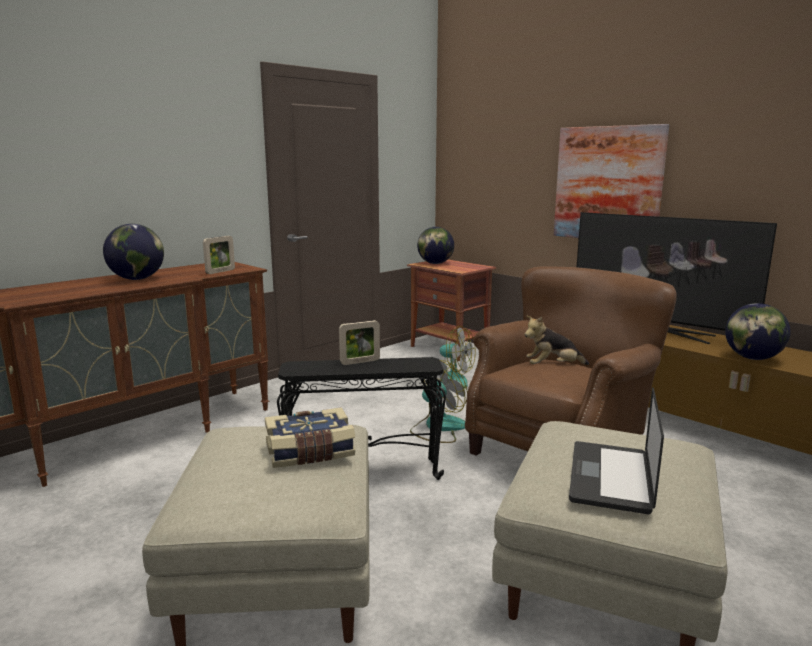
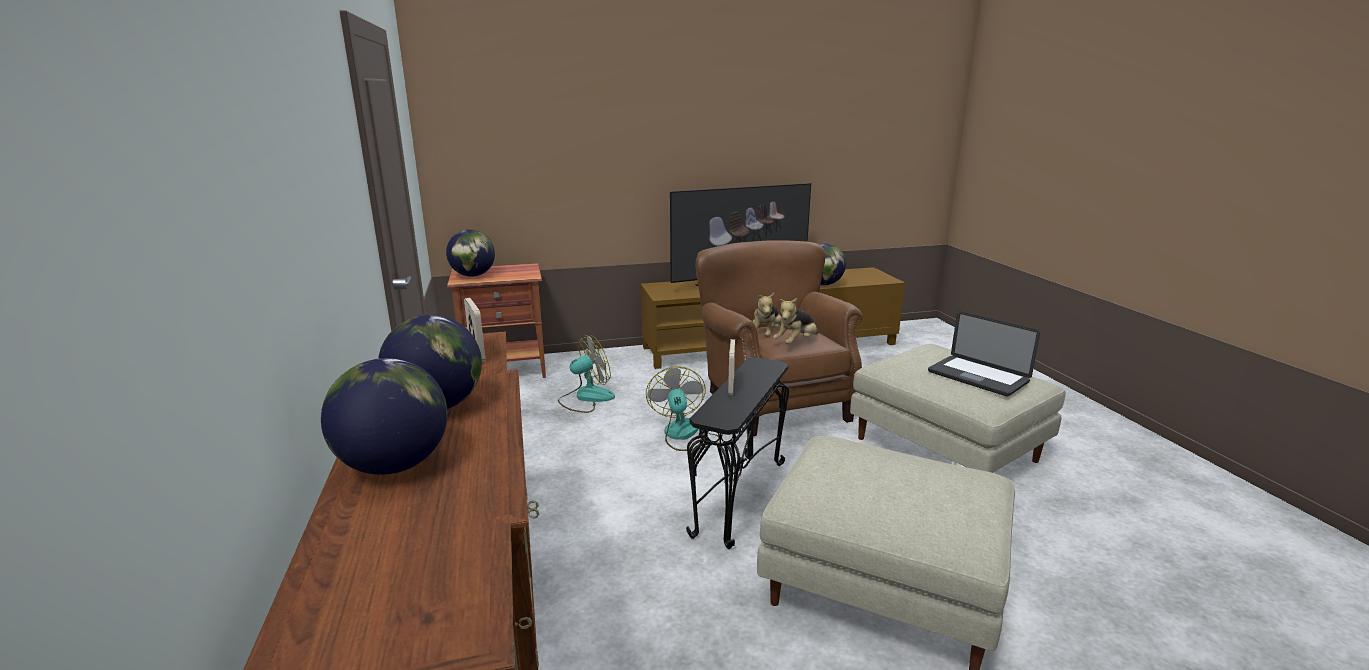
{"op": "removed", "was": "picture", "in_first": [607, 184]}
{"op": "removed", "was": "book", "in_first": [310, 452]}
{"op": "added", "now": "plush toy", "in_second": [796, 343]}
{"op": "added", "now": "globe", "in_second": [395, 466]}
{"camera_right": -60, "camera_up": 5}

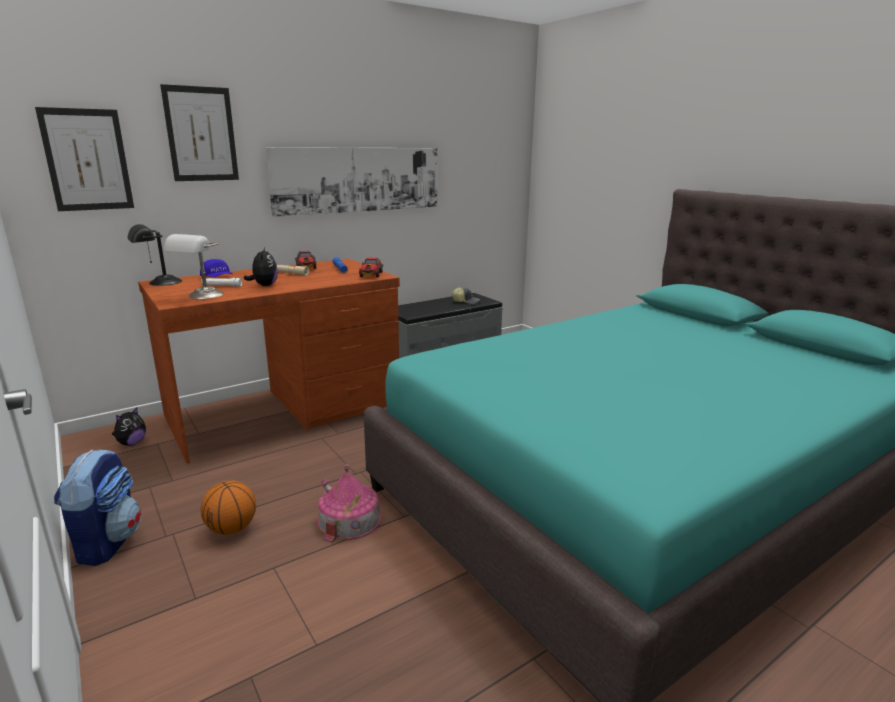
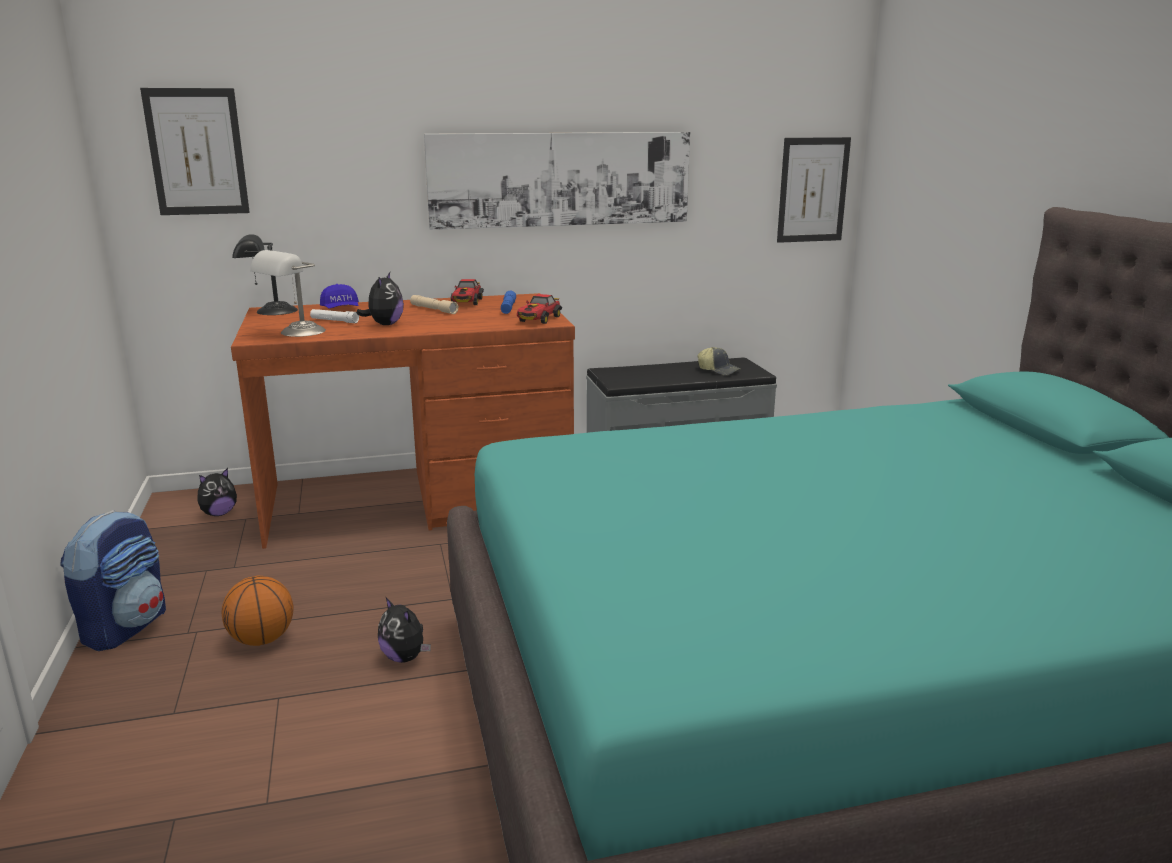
{"op": "moved", "was": "picture", "in_first": [201, 134], "in_second": [813, 190]}
{"op": "replaced", "was": "miniature house", "now": "plush toy", "in_first": [349, 519], "in_second": [405, 657]}
{"camera_right": 20, "camera_up": 0}

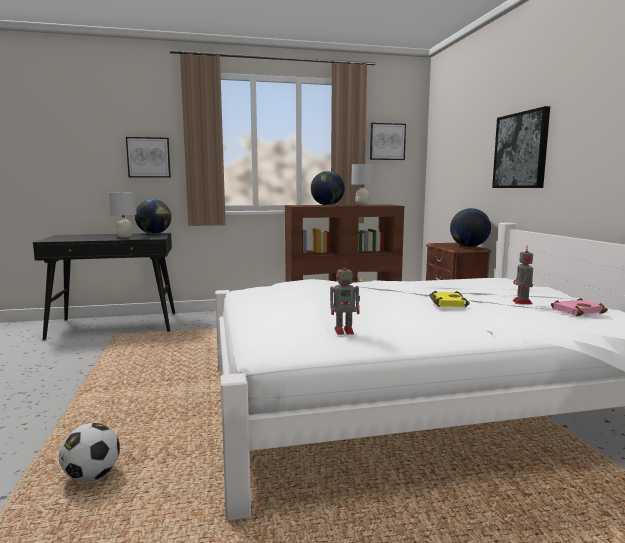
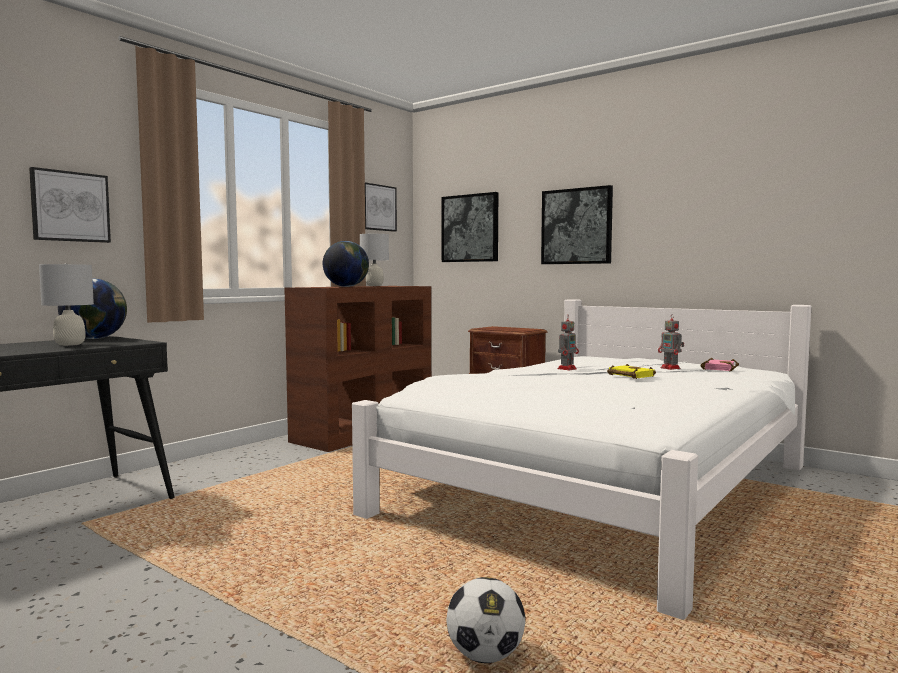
{"op": "removed", "was": "globe", "in_first": [468, 246]}
{"op": "moved", "was": "model robot", "in_first": [345, 331], "in_second": [567, 369]}
{"op": "added", "now": "picture", "in_second": [470, 228]}
{"camera_right": -40, "camera_up": -5}

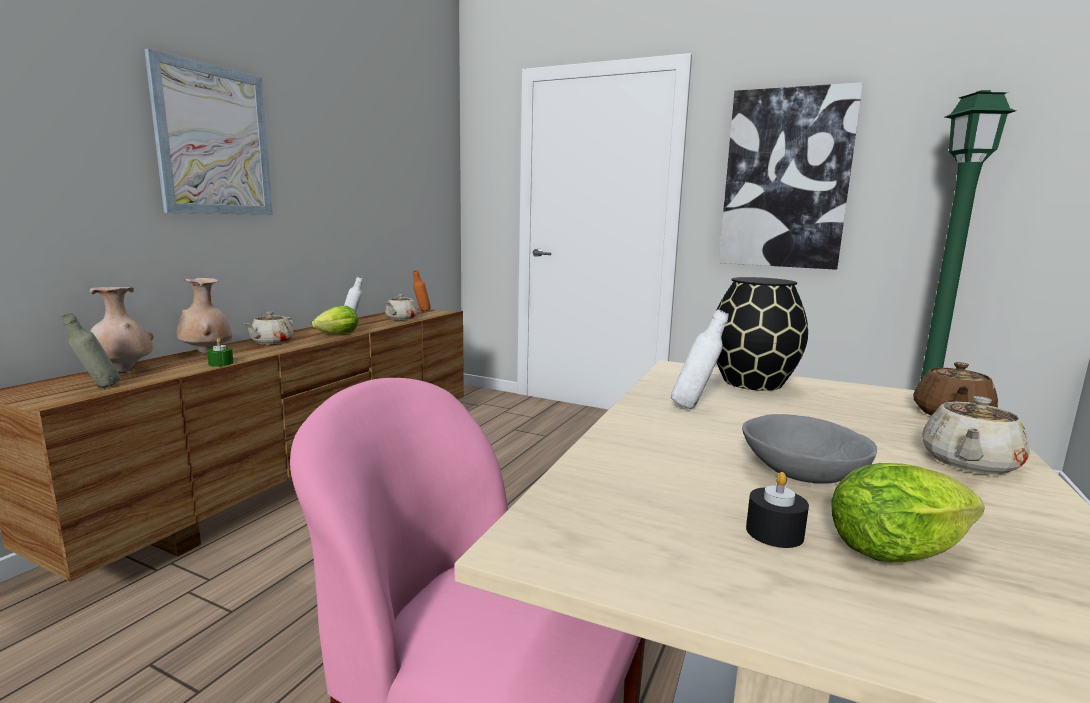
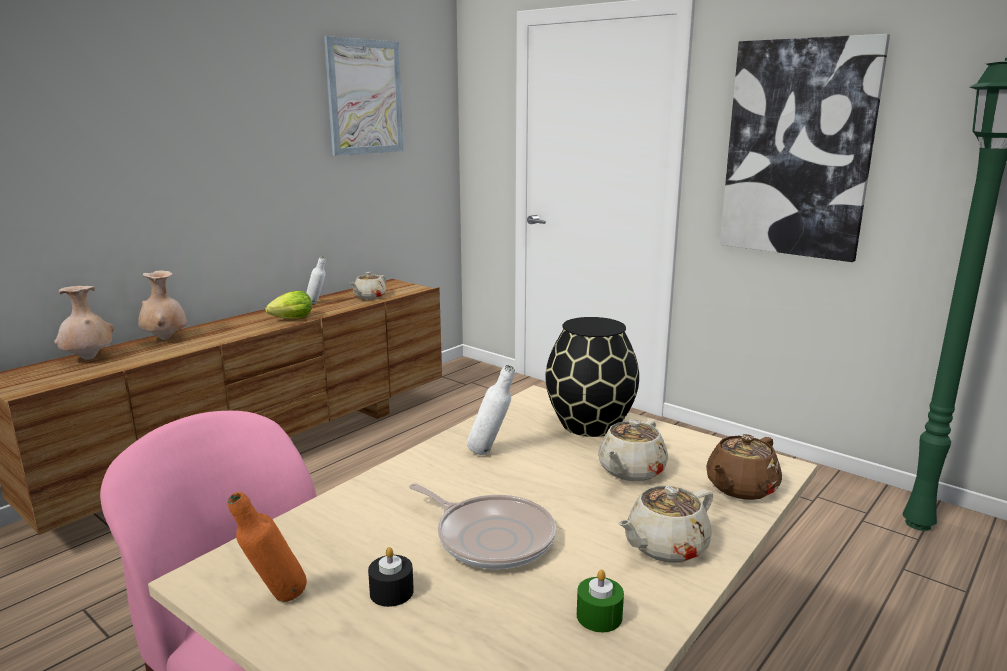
{"op": "moved", "was": "picture", "in_first": [214, 141], "in_second": [365, 97]}
{"op": "moved", "was": "bottle (orange-coloured)", "in_first": [421, 311], "in_second": [275, 602]}
{"op": "moved", "was": "pot for tea (beige)", "in_first": [271, 342], "in_second": [630, 471]}
{"op": "removed", "was": "bottle (grey)", "in_first": [97, 388]}
{"op": "moved", "was": "wax candle (greenish)", "in_first": [221, 363], "in_second": [599, 616]}
{"op": "replaced", "was": "bowl (grey)", "now": "pan", "in_first": [800, 472], "in_second": [491, 537]}
{"op": "removed", "was": "lettuce", "in_first": [903, 551]}
{"camera_right": 15, "camera_up": 5}

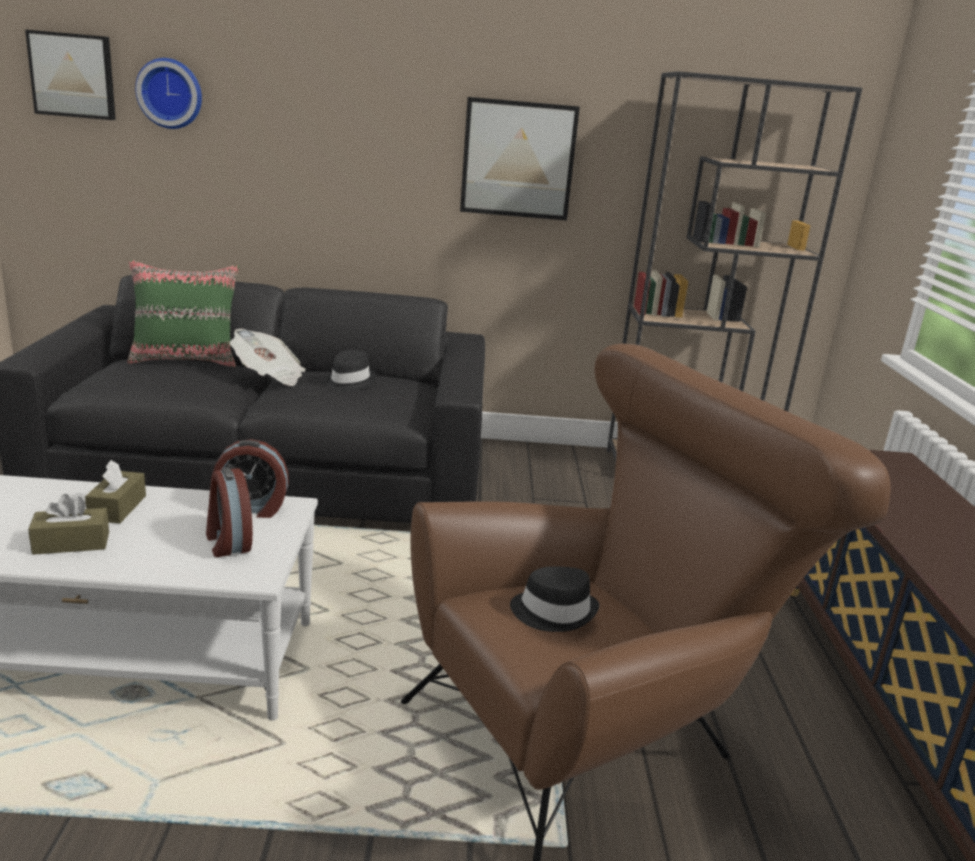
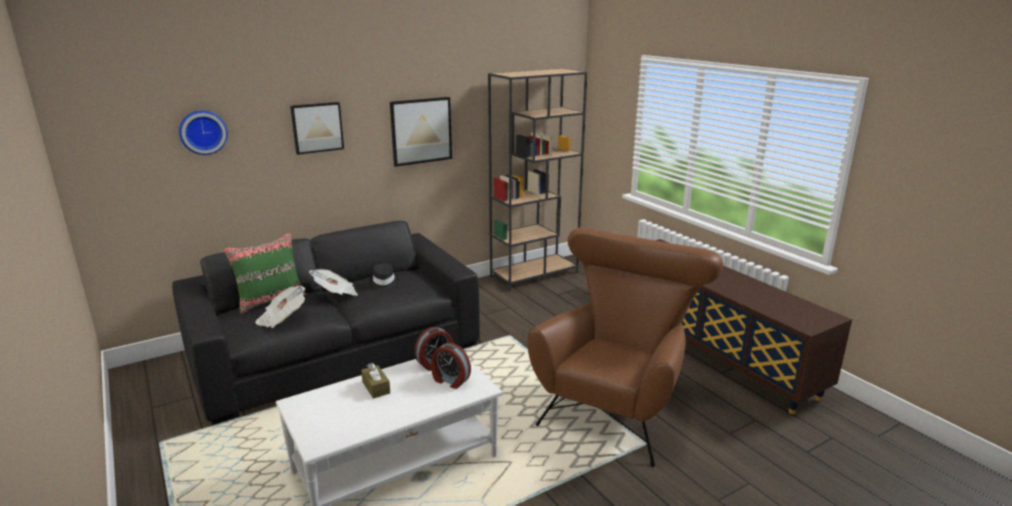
{"op": "moved", "was": "picture", "in_first": [73, 75], "in_second": [317, 127]}
{"op": "removed", "was": "tissue holder (brown-coloured)", "in_first": [71, 543]}
{"op": "removed", "was": "wearable hat (blackish)", "in_first": [554, 612]}
{"op": "added", "now": "printed paper", "in_second": [282, 319]}
{"camera_right": -30, "camera_up": 0}

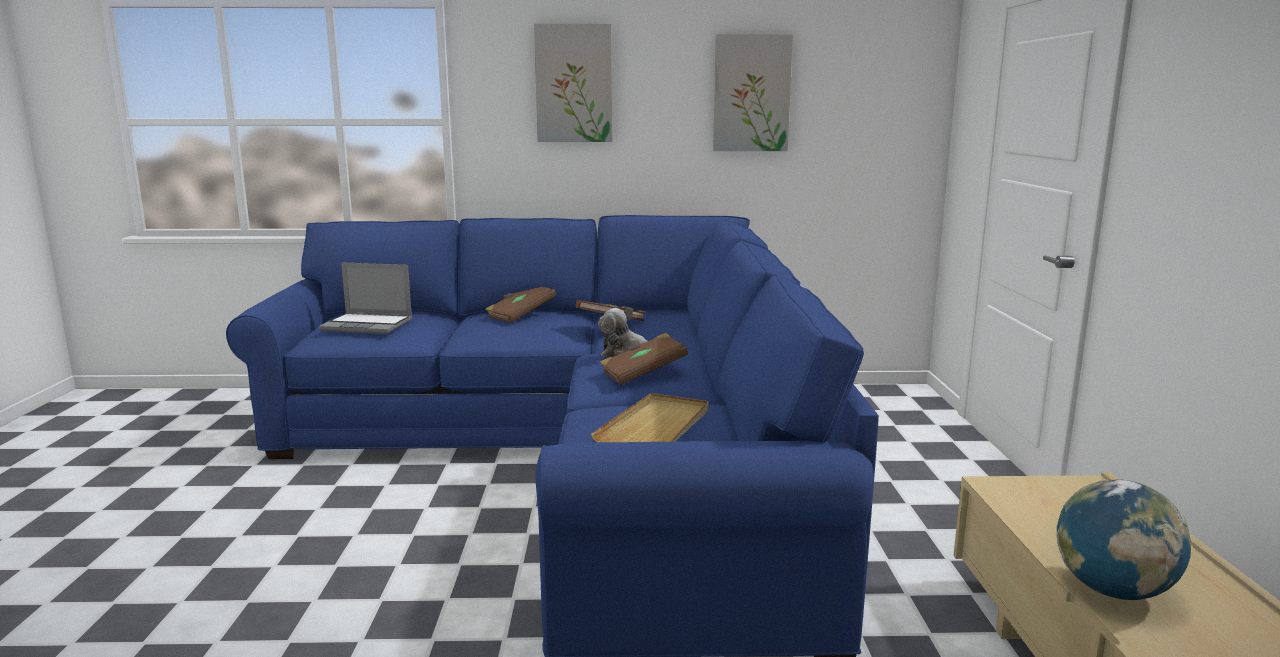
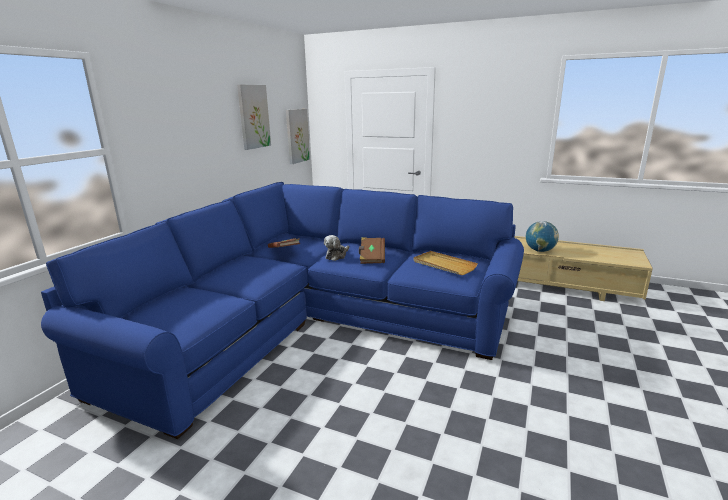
{"op": "moved", "was": "picture", "in_first": [574, 84], "in_second": [297, 136]}
{"op": "removed", "was": "laptop", "in_first": [368, 325]}
{"op": "removed", "was": "book (brown-coloured)", "in_first": [520, 315]}
{"camera_right": -65, "camera_up": 5}

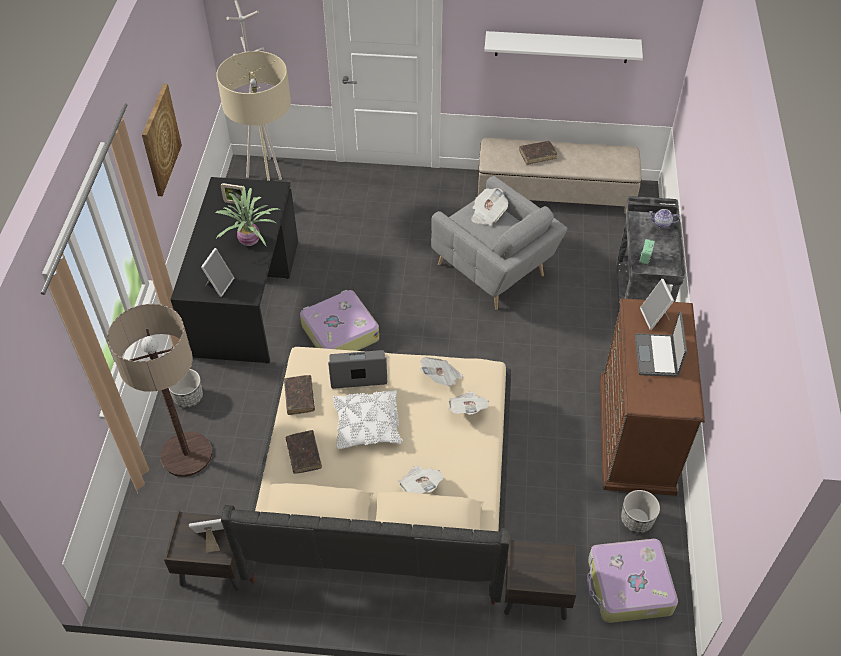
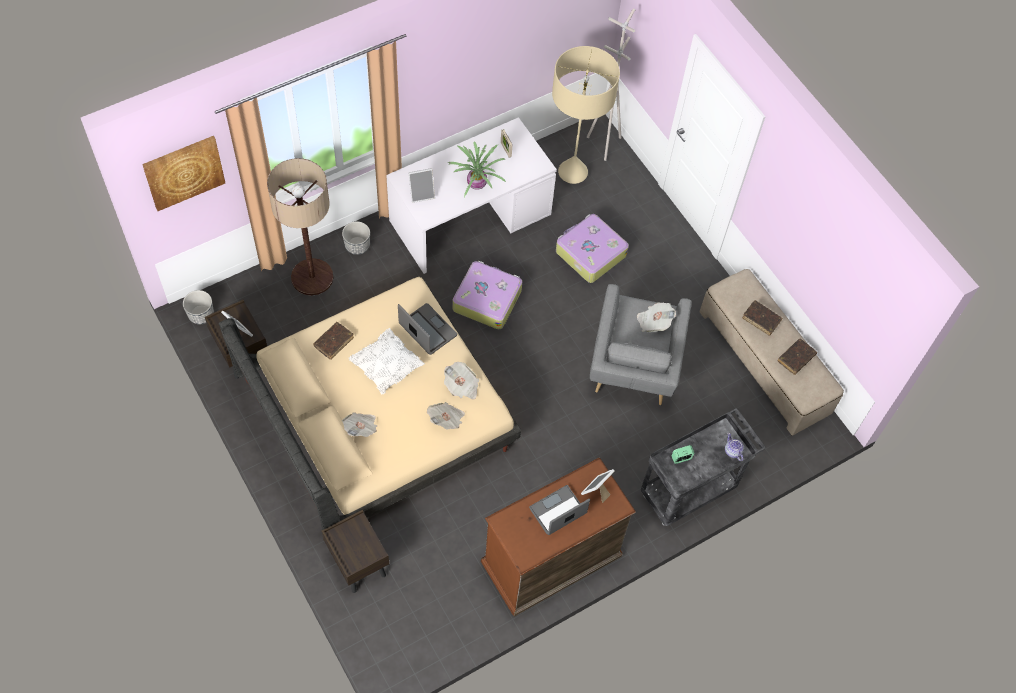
{"op": "removed", "was": "bracket shelf (whitish)", "in_first": [561, 47]}
{"op": "moved", "was": "picture", "in_first": [160, 140], "in_second": [184, 172]}
{"op": "recoloured", "was": "desk unit (blackish)", "now": "desk unit (whitish)", "in_first": [245, 297], "in_second": [470, 218]}
{"op": "moved", "was": "book (brown-coloured)", "in_first": [299, 397], "in_second": [796, 358]}
{"op": "moved", "was": "flower pot", "in_first": [636, 520], "in_second": [201, 314]}
{"op": "moved", "was": "travel case", "in_first": [628, 587], "in_second": [590, 253]}
{"camera_right": 50, "camera_up": 10}

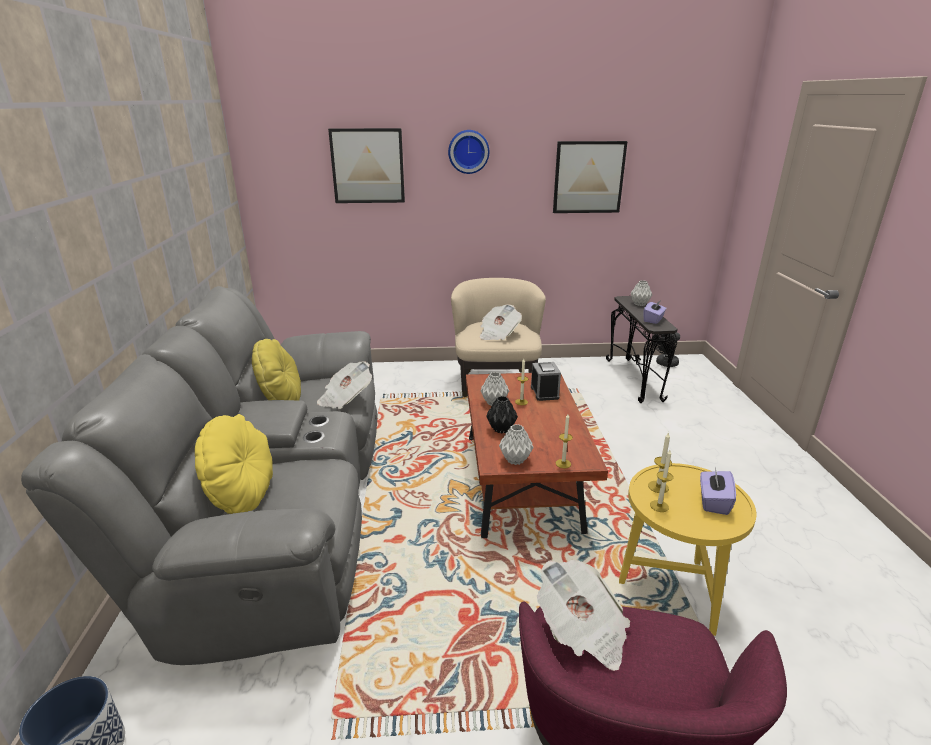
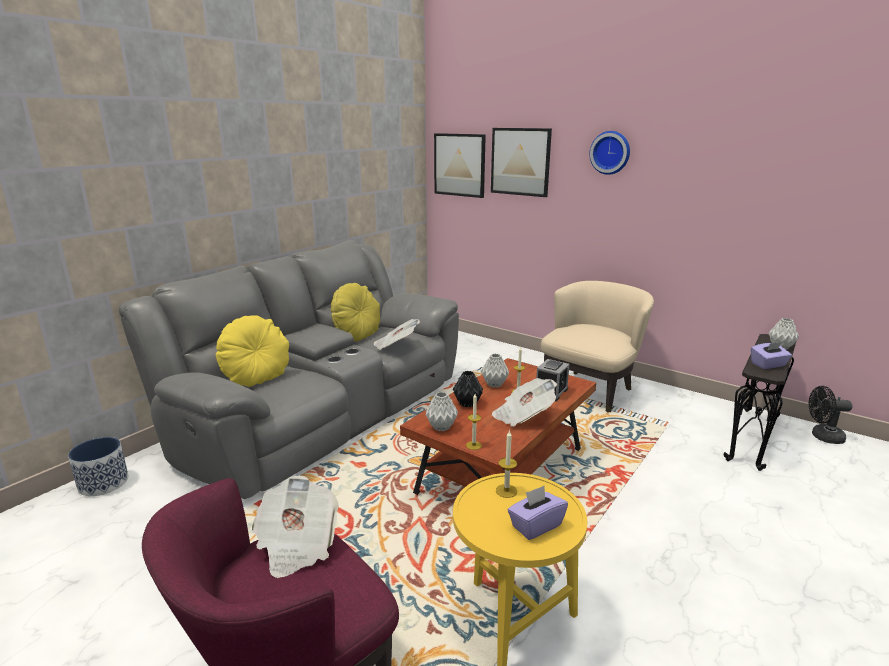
{"op": "moved", "was": "picture", "in_first": [588, 177], "in_second": [459, 165]}
{"op": "moved", "was": "printed paper", "in_first": [498, 334], "in_second": [523, 416]}
{"op": "removed", "was": "wax candle", "in_first": [659, 506]}
{"camera_right": 40, "camera_up": -5}

